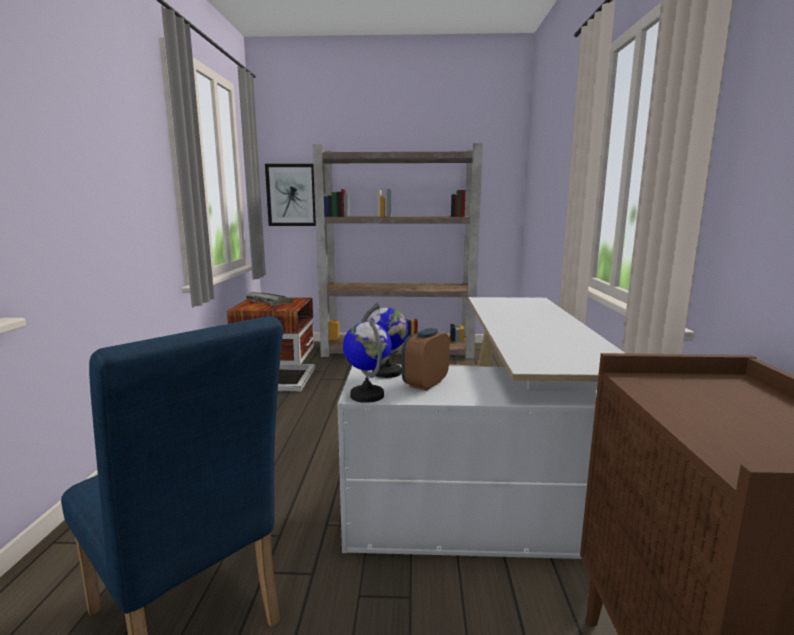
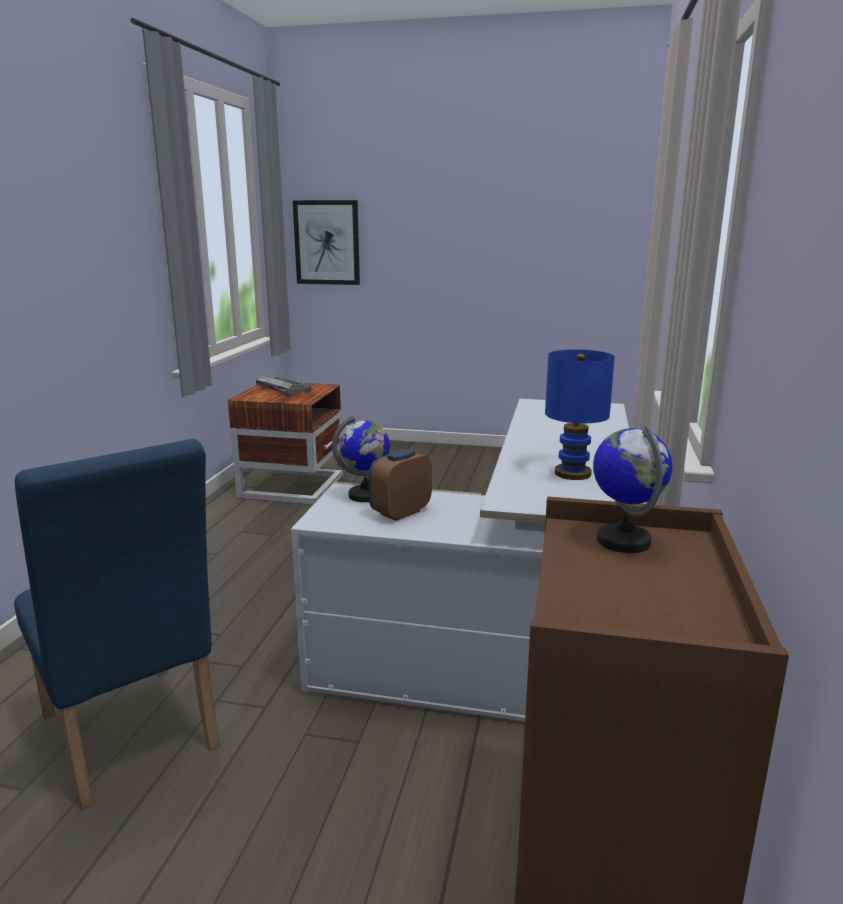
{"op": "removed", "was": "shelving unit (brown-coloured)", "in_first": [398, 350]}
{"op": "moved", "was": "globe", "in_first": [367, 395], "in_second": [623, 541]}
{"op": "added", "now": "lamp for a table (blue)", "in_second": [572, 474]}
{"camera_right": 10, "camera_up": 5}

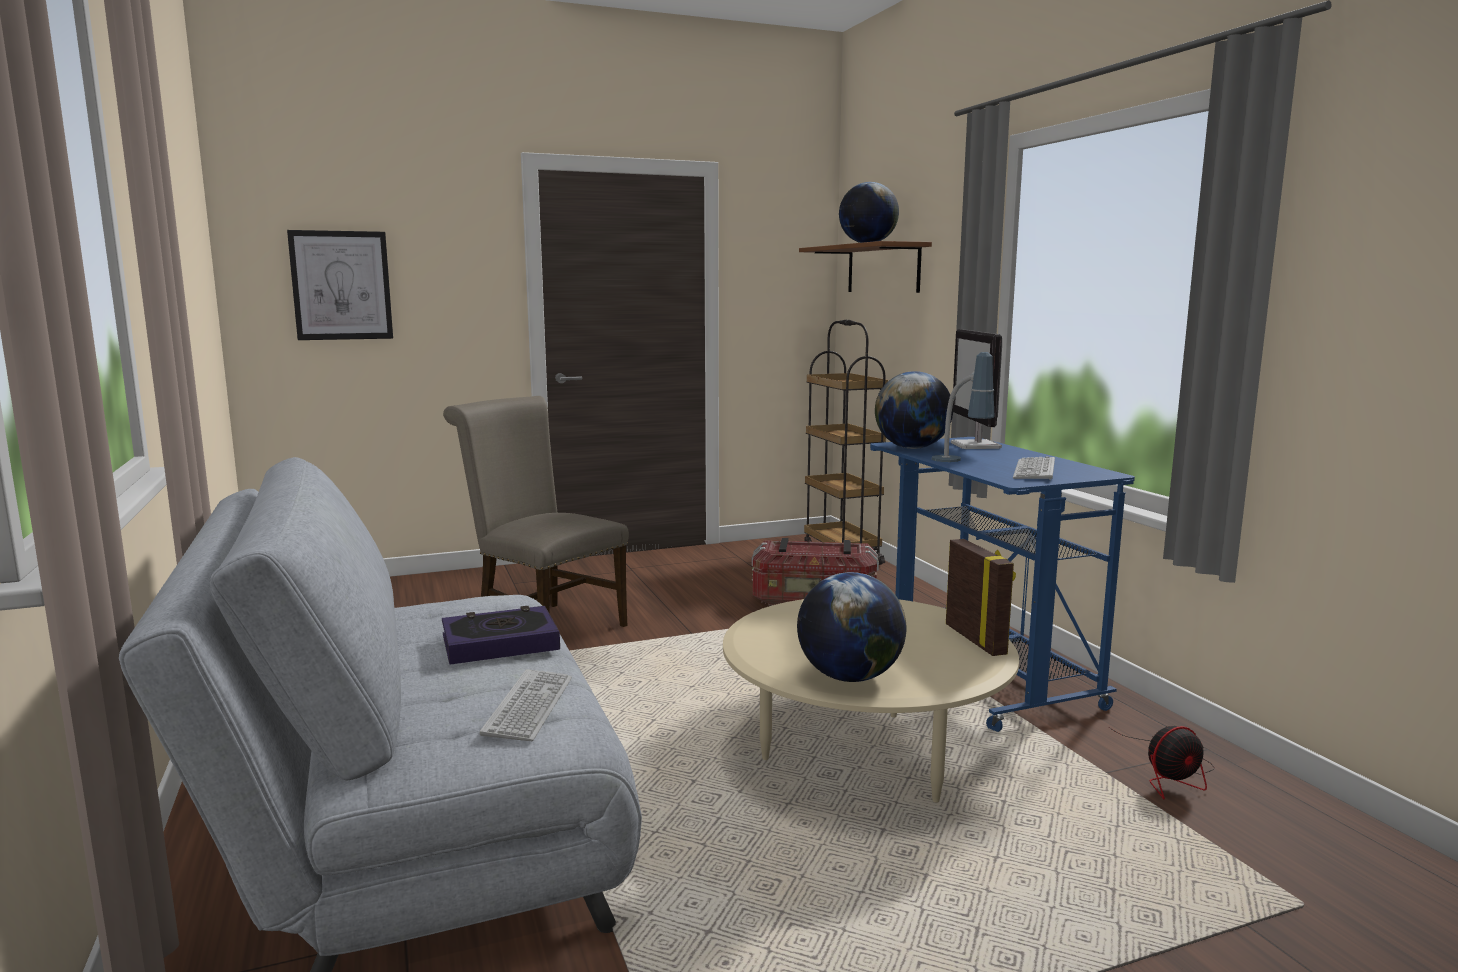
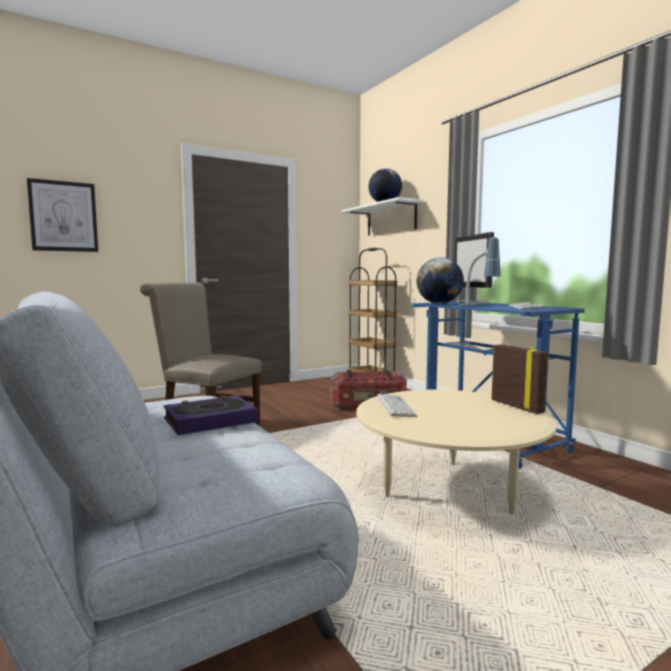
{"op": "recoloured", "was": "bracket shelf (brown-coloured)", "now": "bracket shelf (whitish)", "in_first": [883, 269], "in_second": [391, 219]}
{"op": "removed", "was": "globe", "in_first": [849, 677]}
{"op": "moved", "was": "computer keyboard", "in_first": [529, 706], "in_second": [396, 406]}
{"op": "removed", "was": "fan", "in_first": [1171, 775]}
{"camera_right": -10, "camera_up": -5}

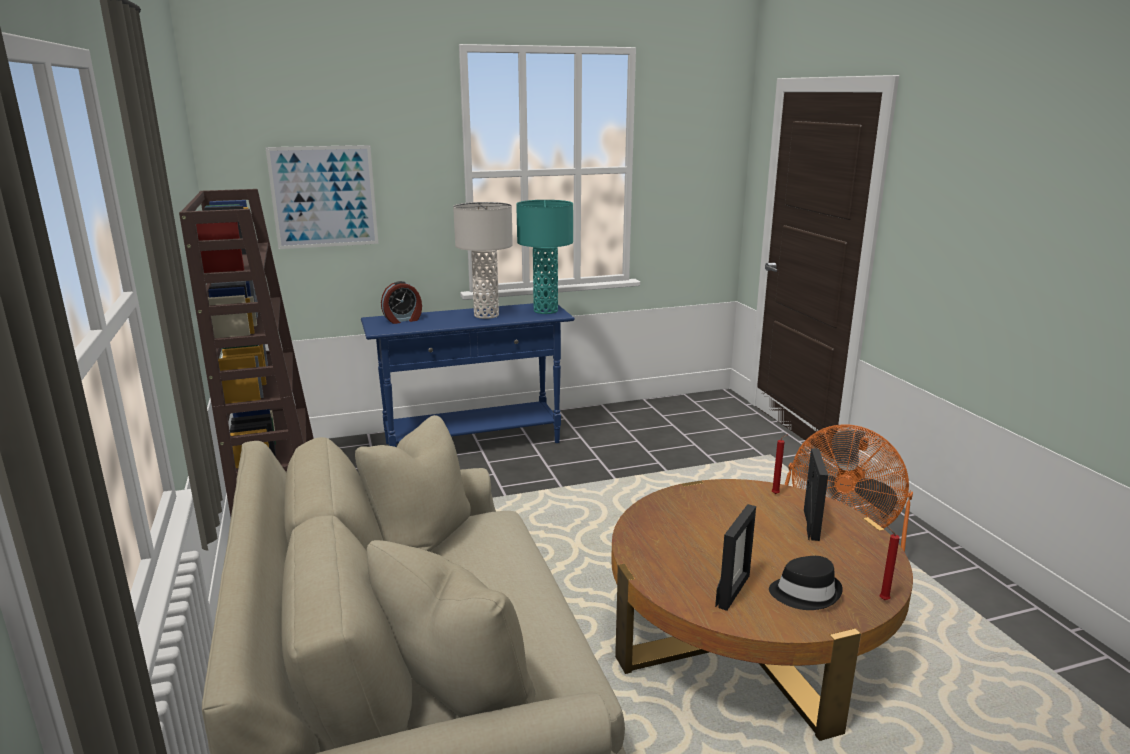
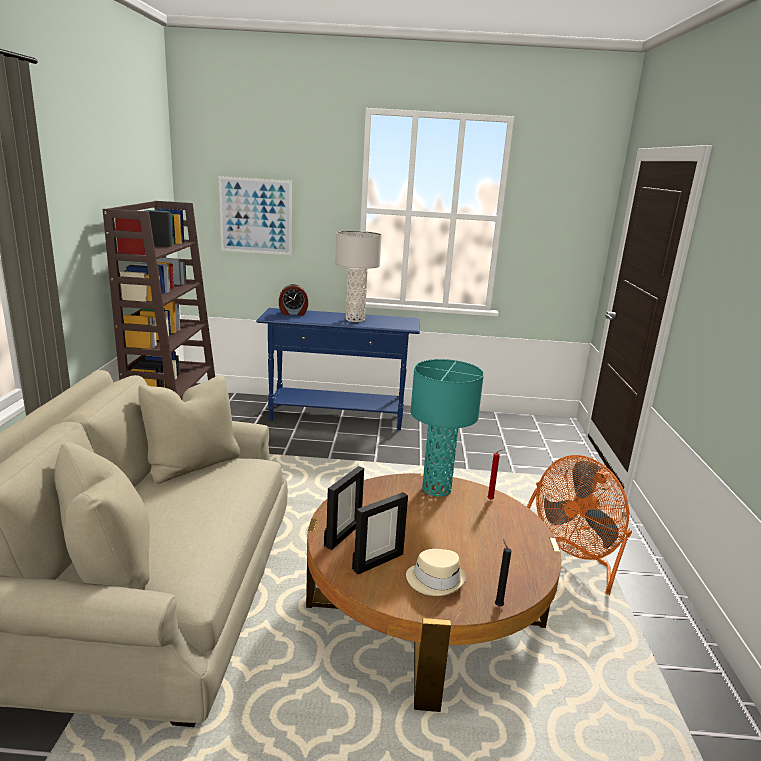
{"op": "moved", "was": "lamp for a table (turquoise)", "in_first": [546, 311], "in_second": [436, 489]}
{"op": "moved", "was": "standing frame", "in_first": [809, 525], "in_second": [343, 535]}
{"op": "recoloured", "was": "wax candle (red)", "now": "wax candle (blackish)", "in_first": [882, 599], "in_second": [497, 605]}
{"op": "recoloured", "was": "wearable hat (blackish)", "now": "wearable hat (beige)", "in_first": [805, 593], "in_second": [435, 580]}
{"camera_right": 20, "camera_up": 0}

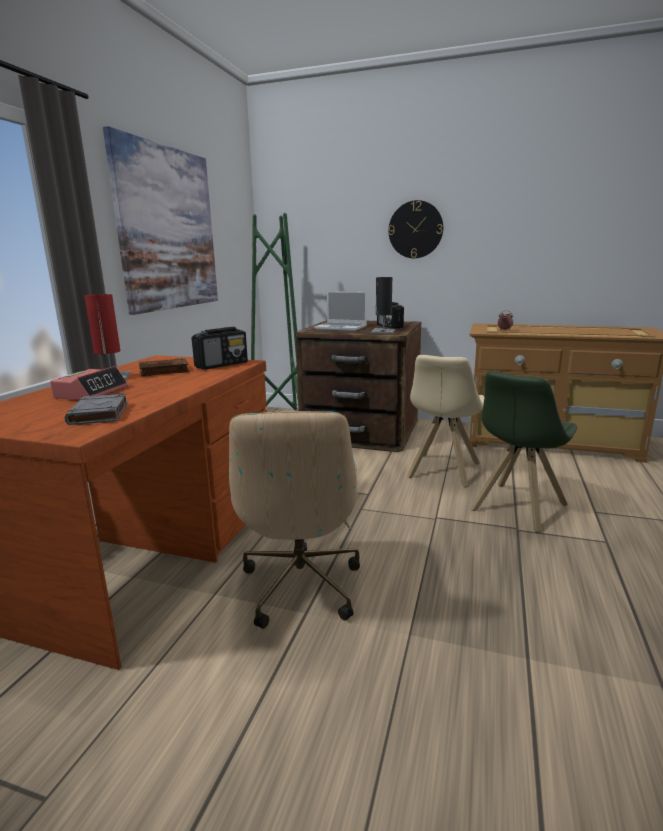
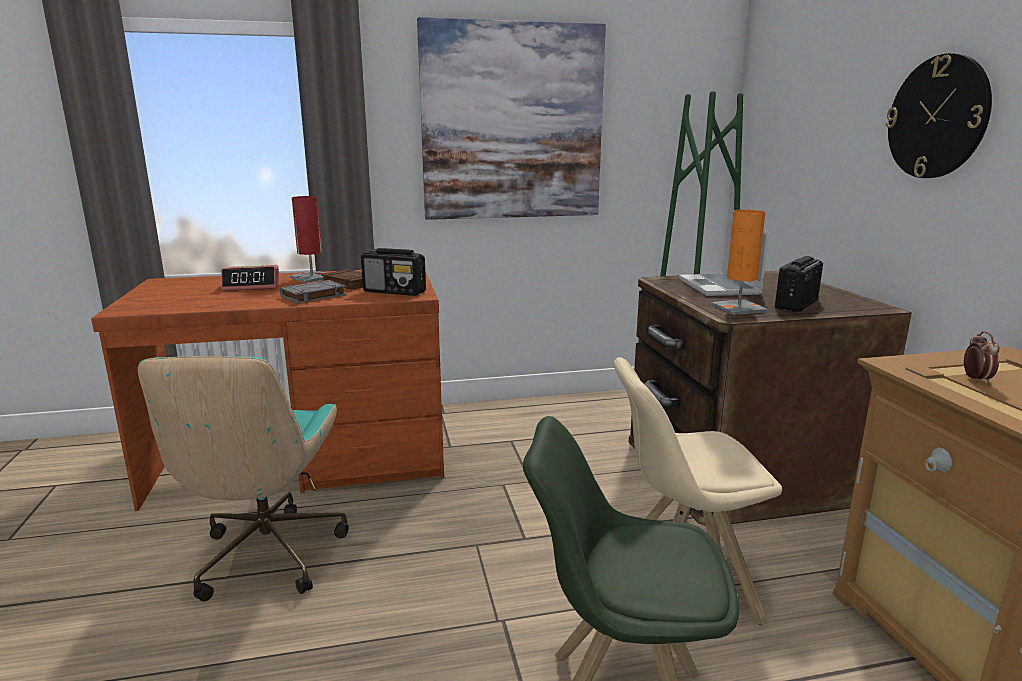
{"op": "recoloured", "was": "lamp for a table (blackish)", "now": "lamp for a table (orange-coloured)", "in_first": [383, 331], "in_second": [738, 308]}
{"op": "moved", "was": "book (grey)", "in_first": [99, 414], "in_second": [313, 296]}
{"op": "turned", "was": "office chair (turquoise)", "in_first": [300, 590], "in_second": [267, 559], "clockwise": -60}
{"camera_right": 60, "camera_up": 0}

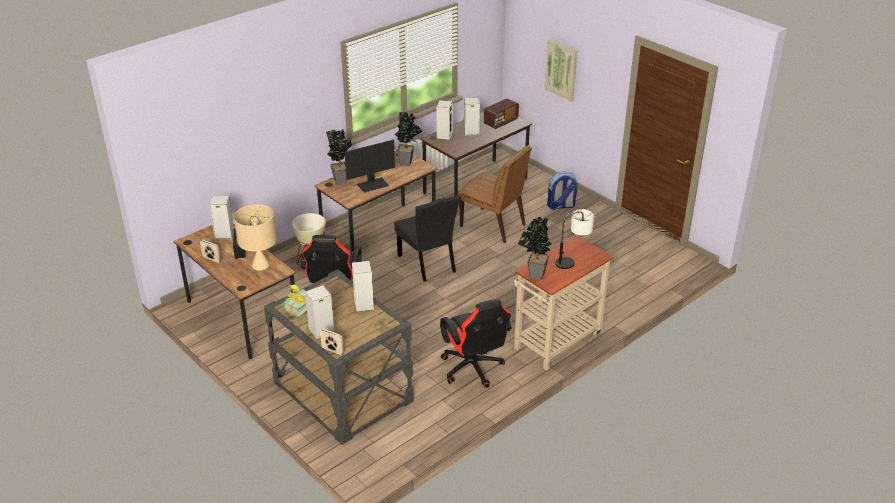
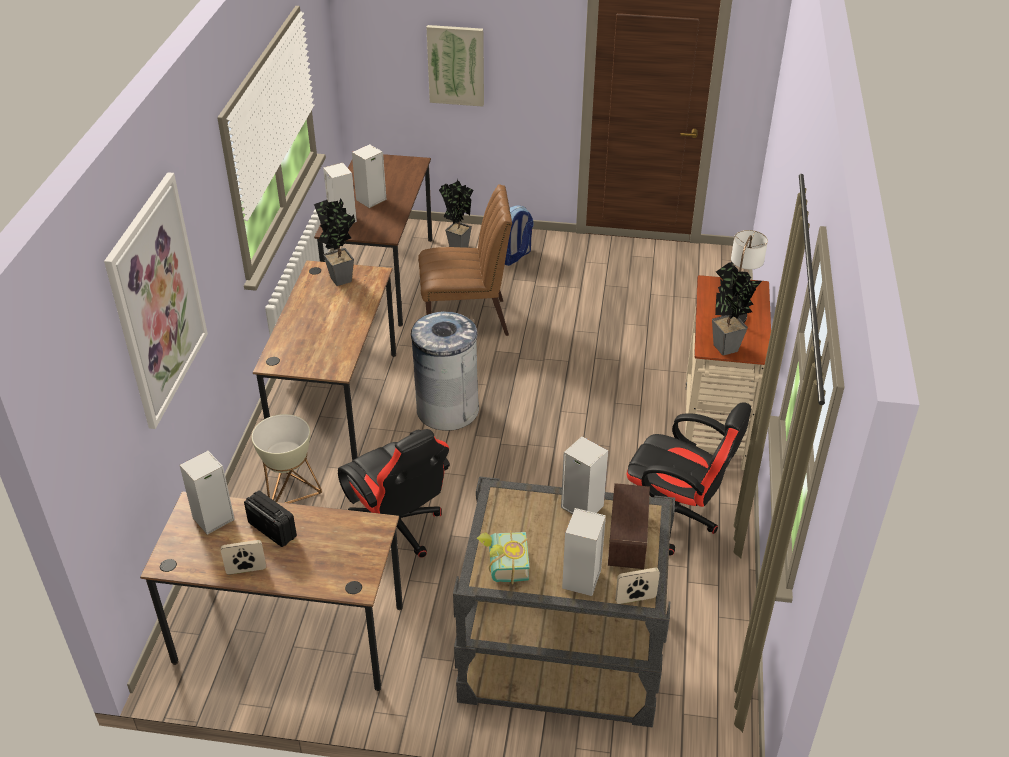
{"op": "moved", "was": "radio receiver", "in_first": [500, 122], "in_second": [626, 541]}
{"op": "moved", "was": "plant in a pot", "in_first": [341, 180], "in_second": [457, 245]}
{"op": "removed", "was": "computer screen", "in_first": [373, 184]}
{"op": "replaced", "was": "upright chair (blackish)", "now": "rubbish bin (grey)", "in_first": [427, 262], "in_second": [447, 409]}
{"op": "removed", "was": "lamp for a table (beige)", "in_first": [261, 267]}
{"op": "added", "now": "picture", "in_second": [157, 301]}
{"camera_right": -40, "camera_up": 5}

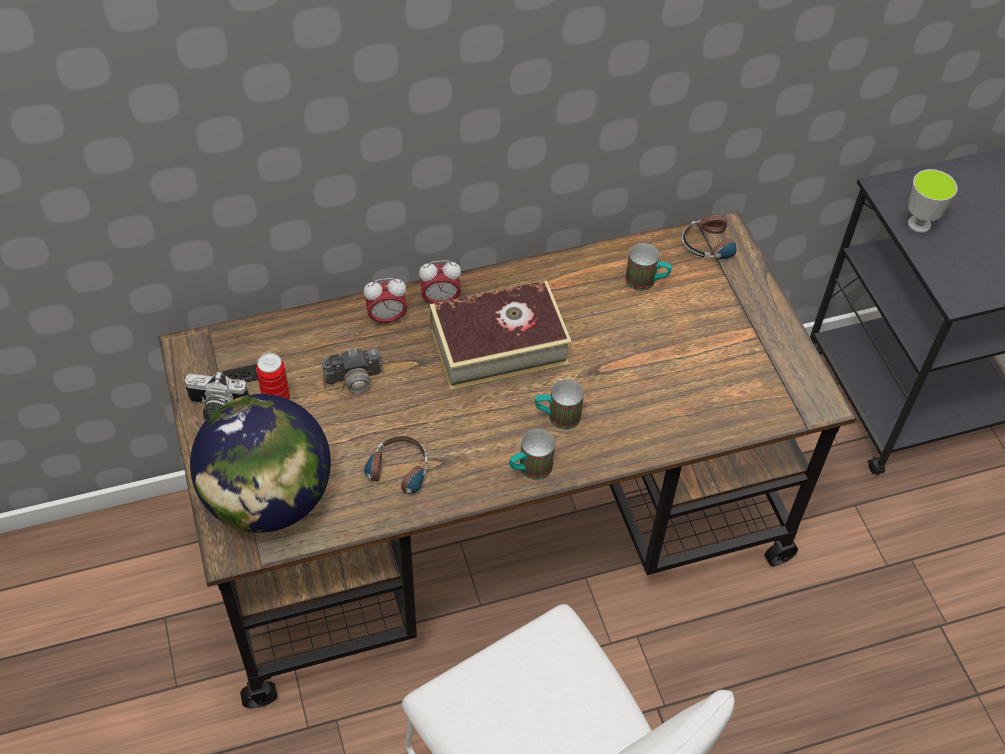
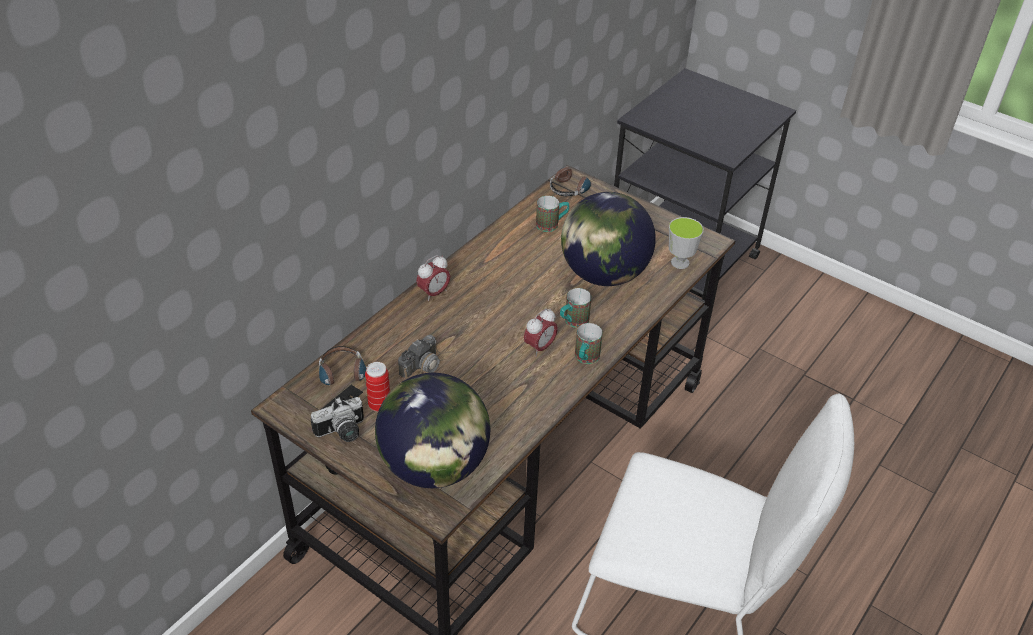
{"op": "moved", "was": "drinking cup", "in_first": [919, 224], "in_second": [680, 263]}
{"op": "moved", "was": "alarm clock", "in_first": [387, 318], "in_second": [540, 347]}
{"op": "removed", "was": "book", "in_first": [498, 346]}
{"op": "moved", "was": "headset", "in_first": [395, 479], "in_second": [343, 378]}
{"op": "added", "now": "globe", "in_second": [603, 274]}
{"camera_right": -35, "camera_up": -10}

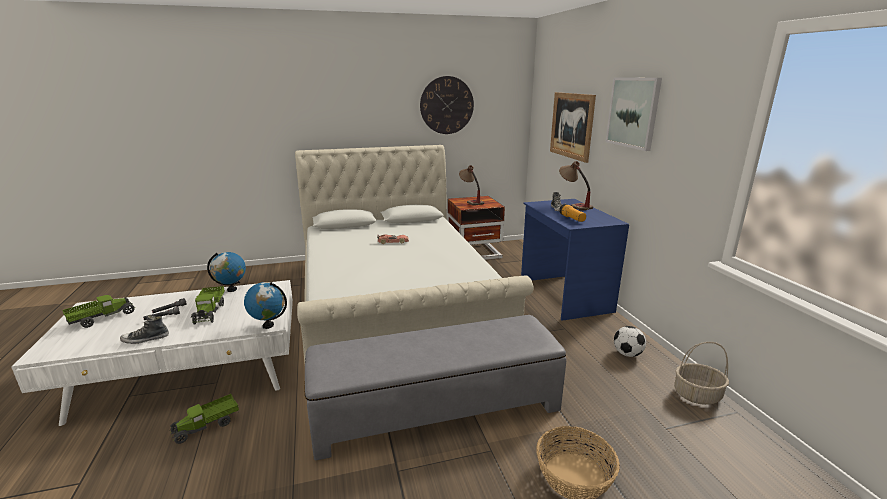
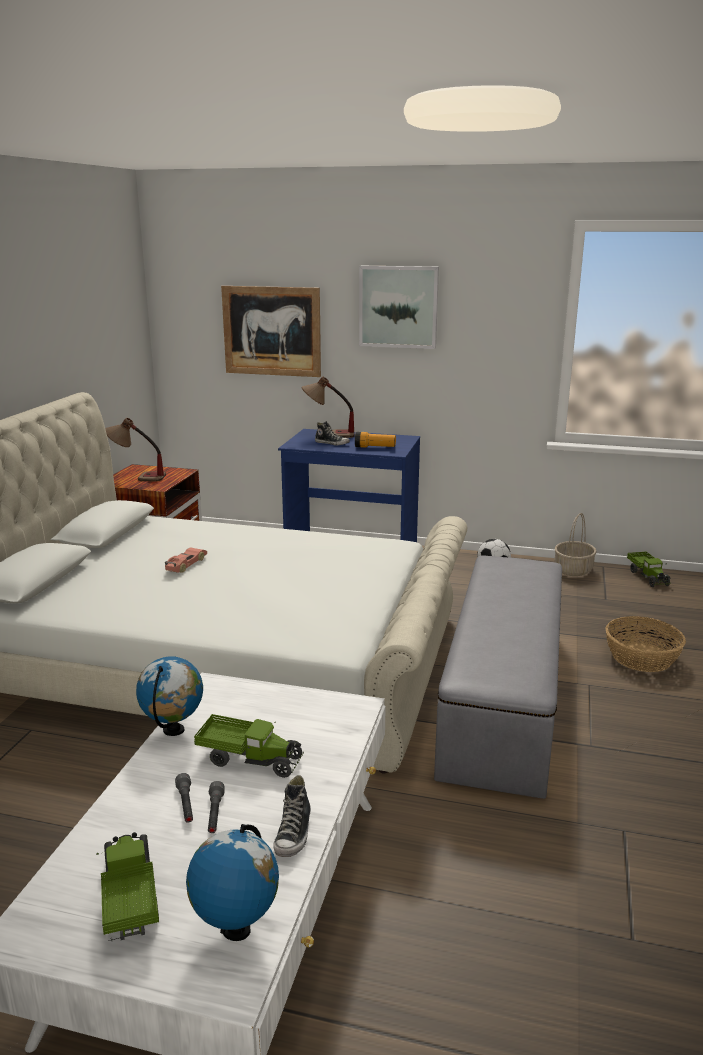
{"op": "removed", "was": "clock on the wall", "in_first": [446, 105]}
{"op": "moved", "was": "globe", "in_first": [268, 325], "in_second": [236, 929]}
{"op": "moved", "was": "toy lorry", "in_first": [207, 426], "in_second": [648, 577]}
{"camera_right": -60, "camera_up": 0}

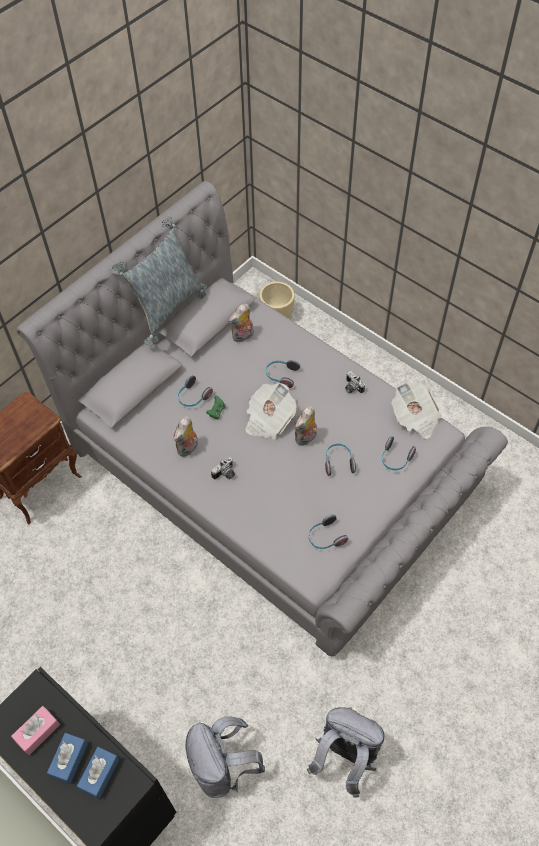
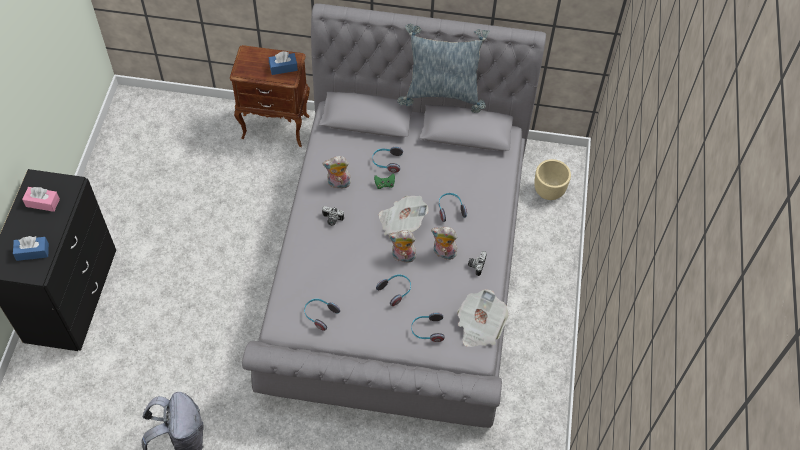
{"op": "moved", "was": "plush toy", "in_first": [243, 337], "in_second": [443, 253]}
{"op": "removed", "was": "backpack (grey)", "in_first": [223, 766]}
{"op": "moved", "was": "tissue holder (blue)", "in_first": [69, 760], "in_second": [283, 67]}
{"camera_right": 55, "camera_up": 0}

